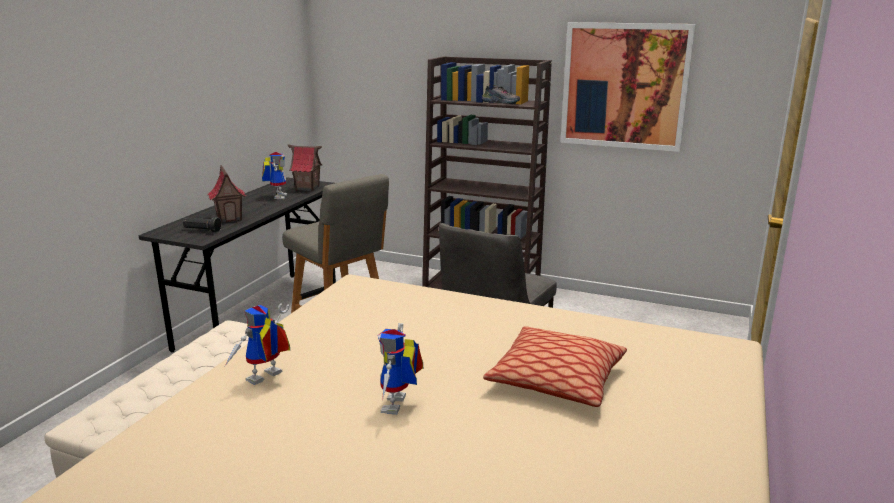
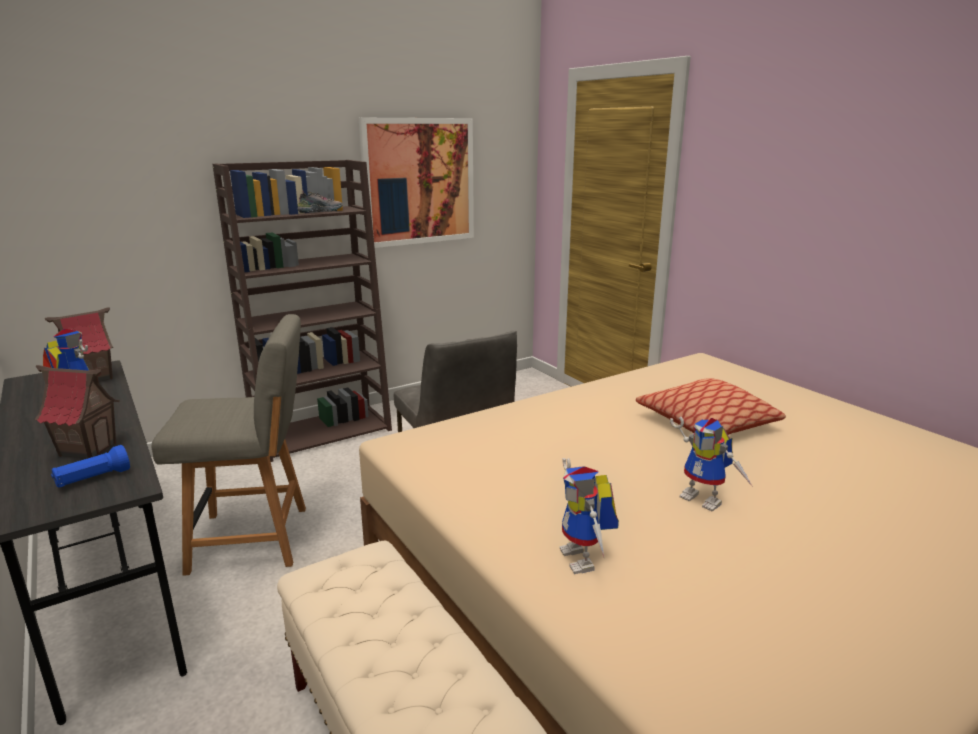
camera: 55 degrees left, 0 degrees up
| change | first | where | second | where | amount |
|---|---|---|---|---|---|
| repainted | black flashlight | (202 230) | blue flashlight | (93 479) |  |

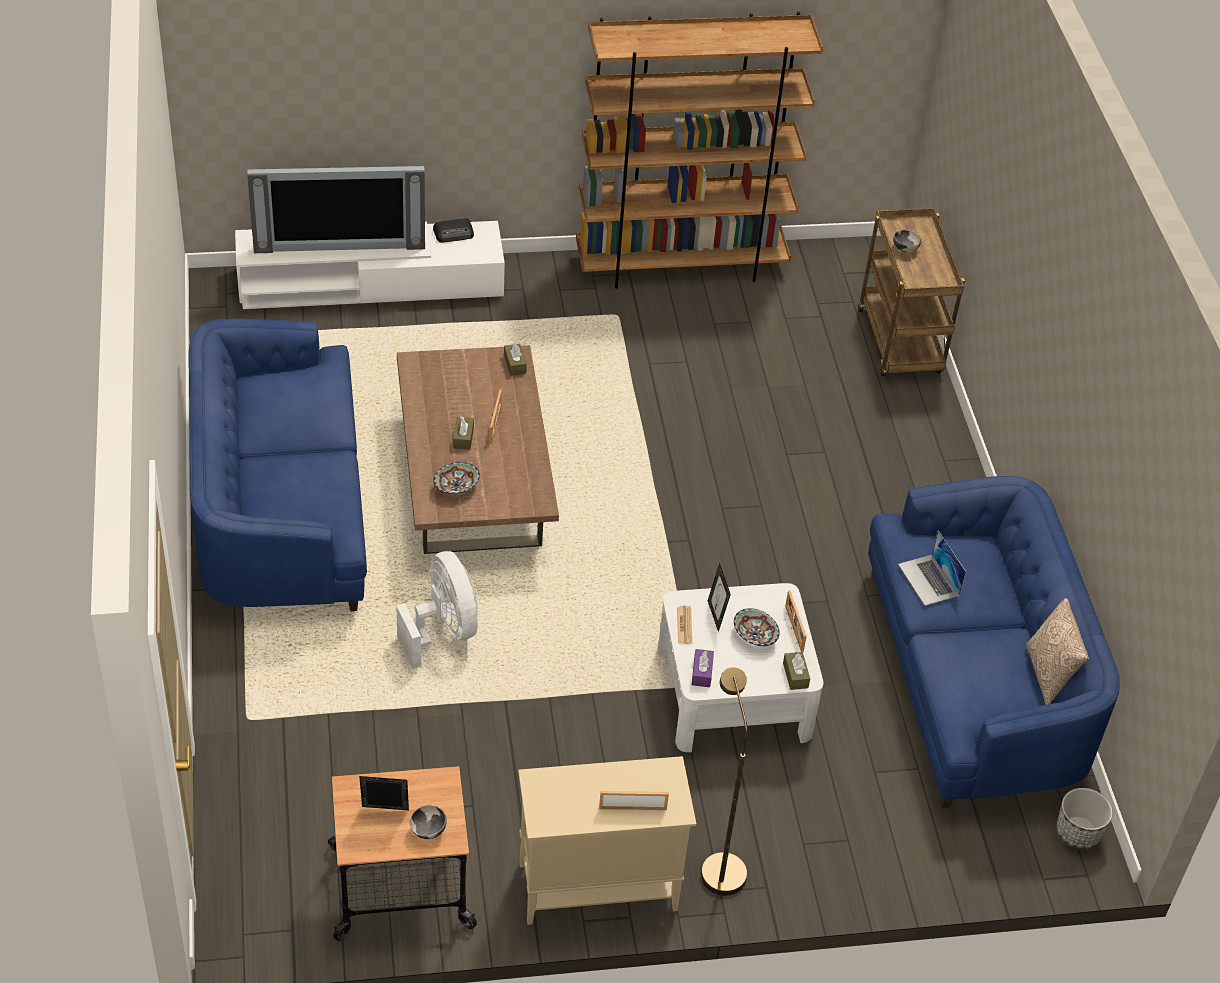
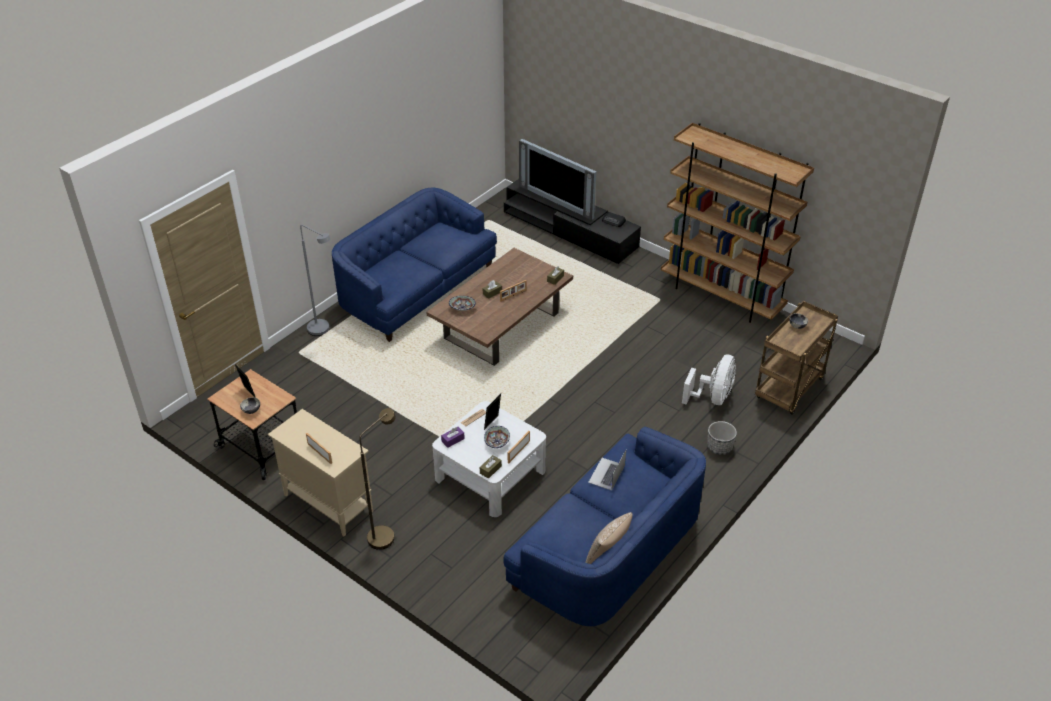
camera: 50 degrees right, 5 degrees down
| change | first | where | second | where | amount |
|---|---|---|---|---|---|
| repainted | white tv stand | (370 283) | black tv stand | (569 230) |  |
| shifted | white fan | (443 630) |  | (712 398) |  |
| shifted | planter | (1077 833) |  | (719 447) |  |
| new |  |  | grey floor lamp | (323 331) |  |

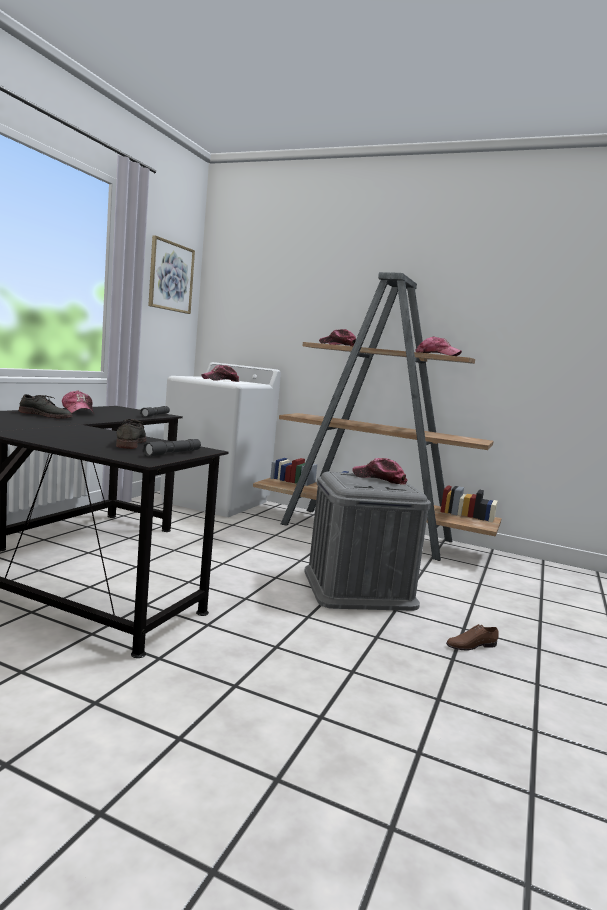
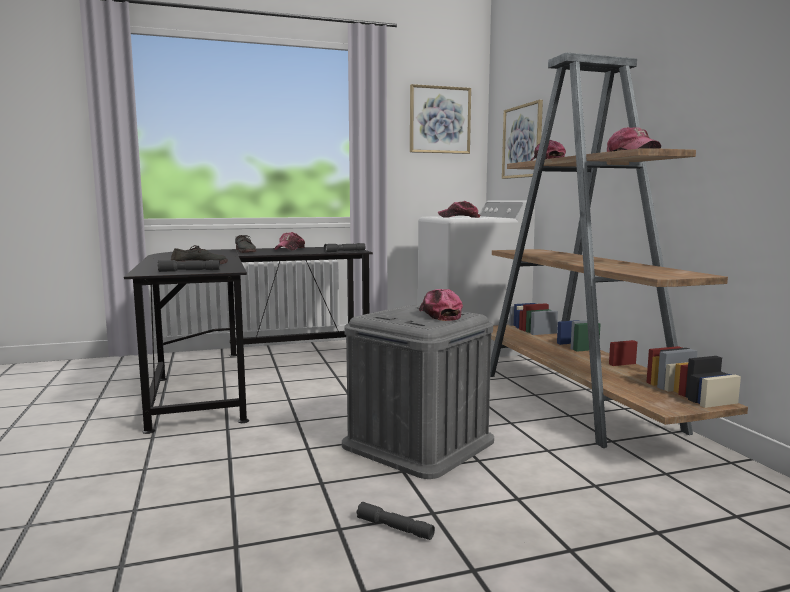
camera: 50 degrees right, 0 degrees up
| change | first | where | second | where | amount |
|---|---|---|---|---|---|
| swapped | brown shoe | (471 645) | grey flashlight | (395 528) |  |
| new |  |  | picture | (522 141) |  |

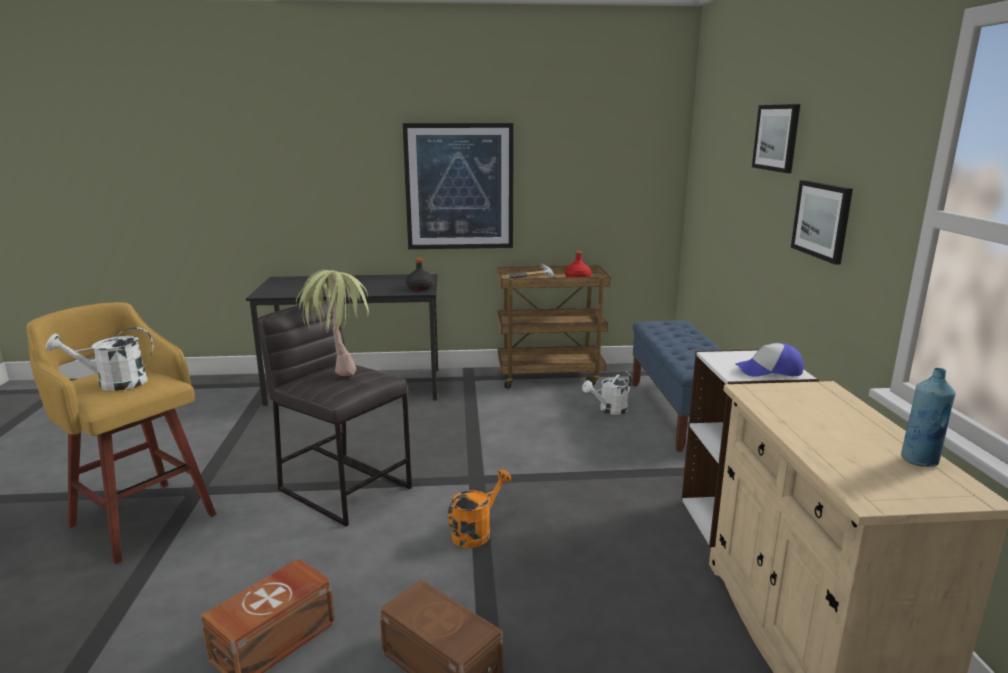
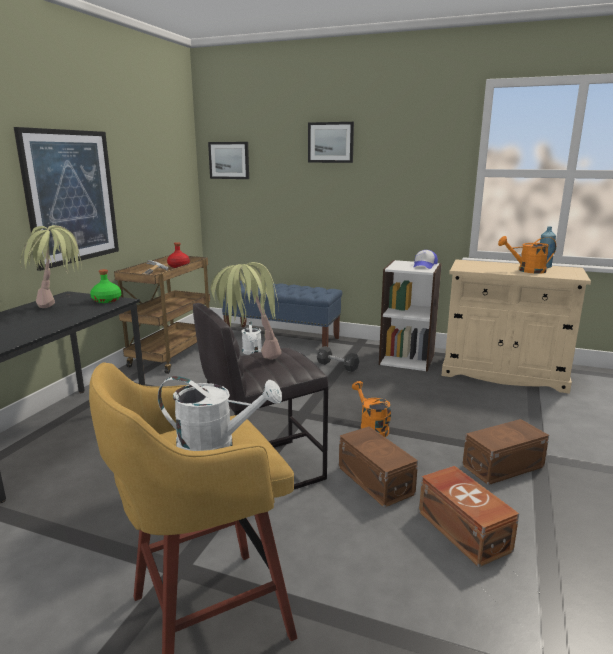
camera: 65 degrees left, 0 degrees up
| change | first | where | second | where | amount |
|---|---|---|---|---|---|
| rotated | white watering can | (113 384) |  | (216 446) | 90 degrees counterclockwise |
| repainted | black bottle | (419 288) | green bottle | (106 300) |  |
| shifted | picture | (822 220) |  | (229 160) |  |
| new |  |  | potted plant | (60 309) |  |
| new |  |  | black dumbbell | (337 366) |  |
| new |  |  | brown storage box | (375 479) |  |
| new |  |  | orange watering can | (526 270) |  |

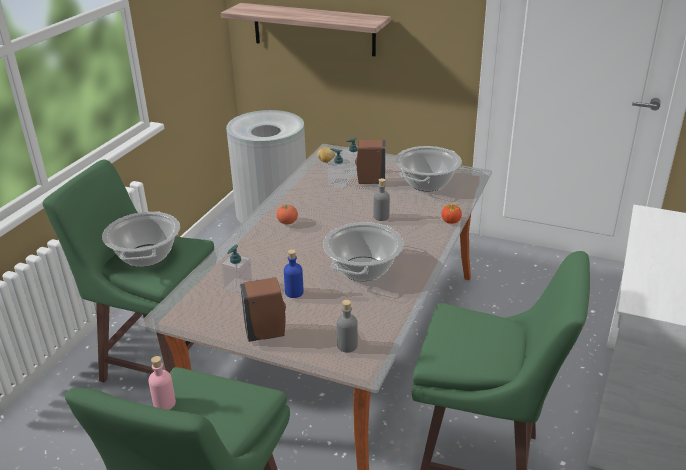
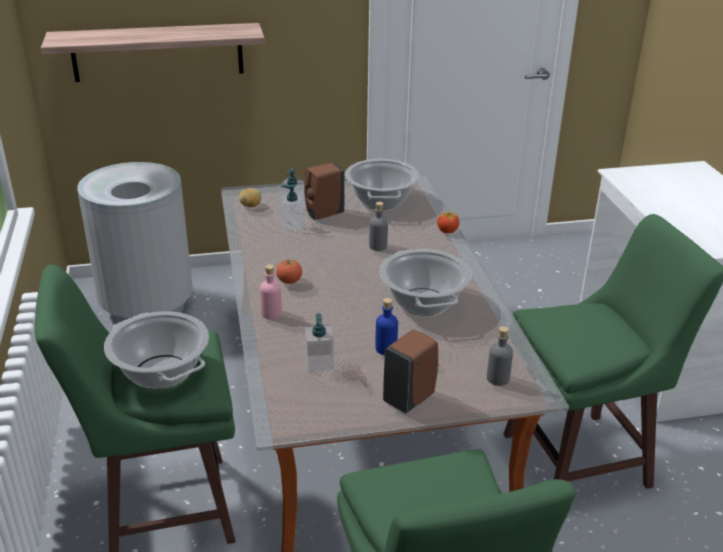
camera: 35 degrees left, 0 degrees up
| change | first | where | second | where | amount |
|---|---|---|---|---|---|
| shifted | pink bottle | (164 403) |  | (271 313) |  |

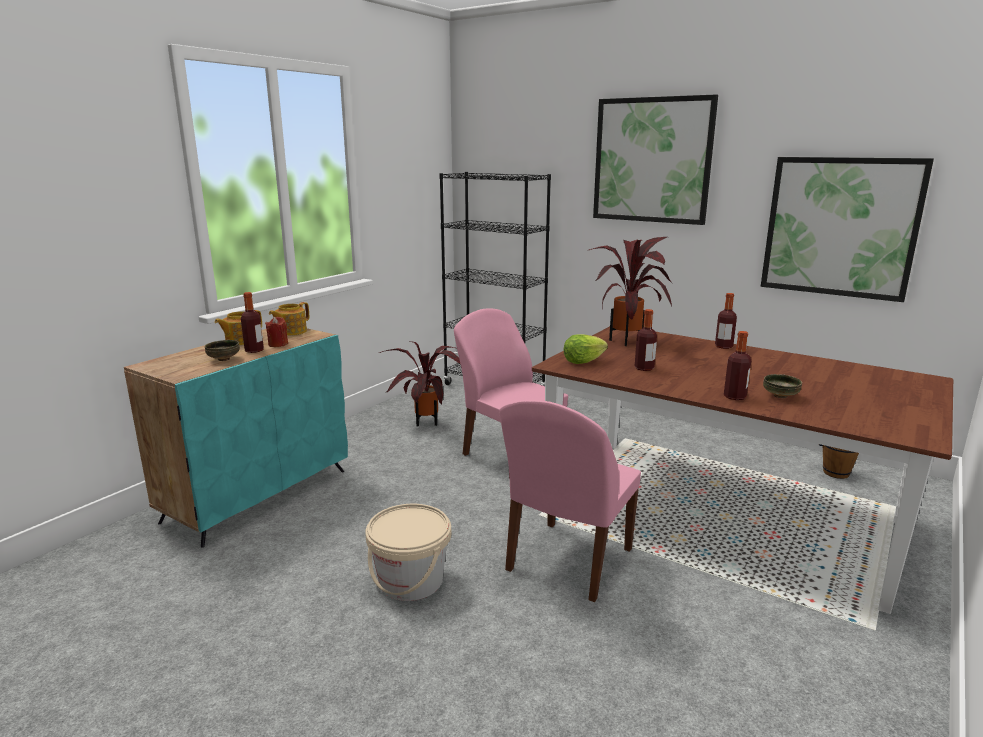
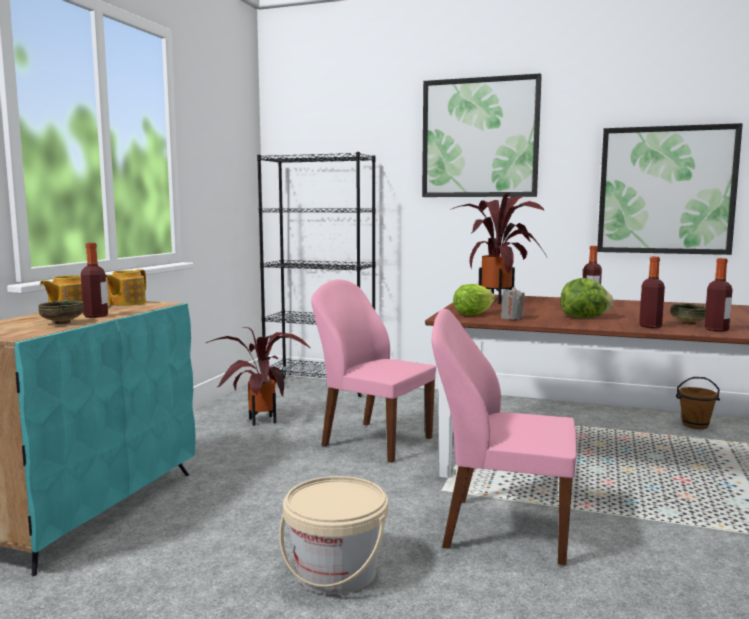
camera: 15 degrees left, 10 degrees down
| change | first | where | second | where | amount |
|---|---|---|---|---|---|
| gone | red candle | (278 344) |  |  |  |
| rotated | pink chair | (567 562) |  | (502 529) | 90 degrees clockwise |
| shifted | bottle | (644 368) |  | (716 329) |  |
| new |  |  | grey candle | (512 318) |  |
| new |  |  | lettuce | (585 317) |  |

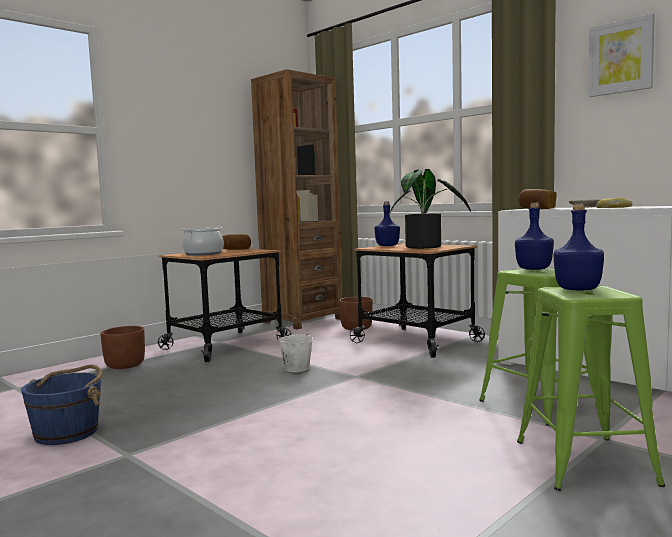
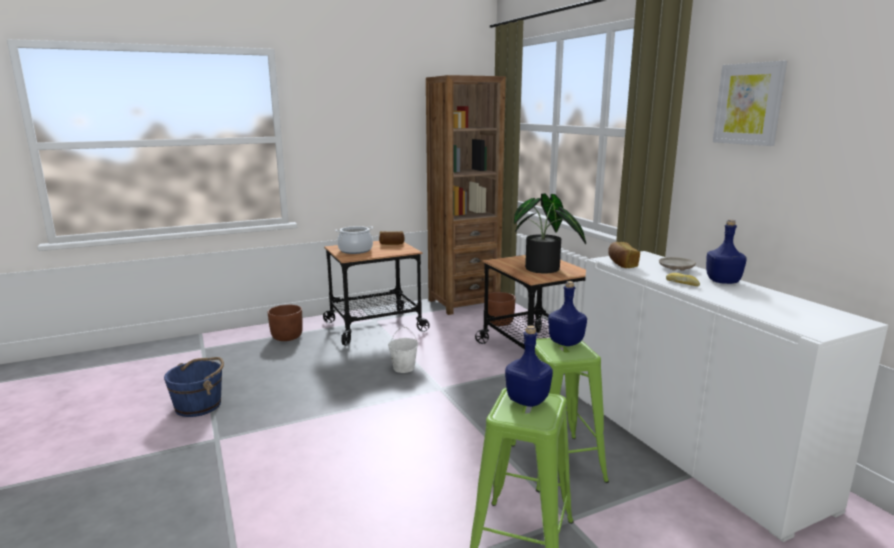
camera: 20 degrees right, 10 degrees up
| change | first | where | second | where | amount |
|---|---|---|---|---|---|
| shifted | blue bottle | (388 246) |  | (723 281) |  |

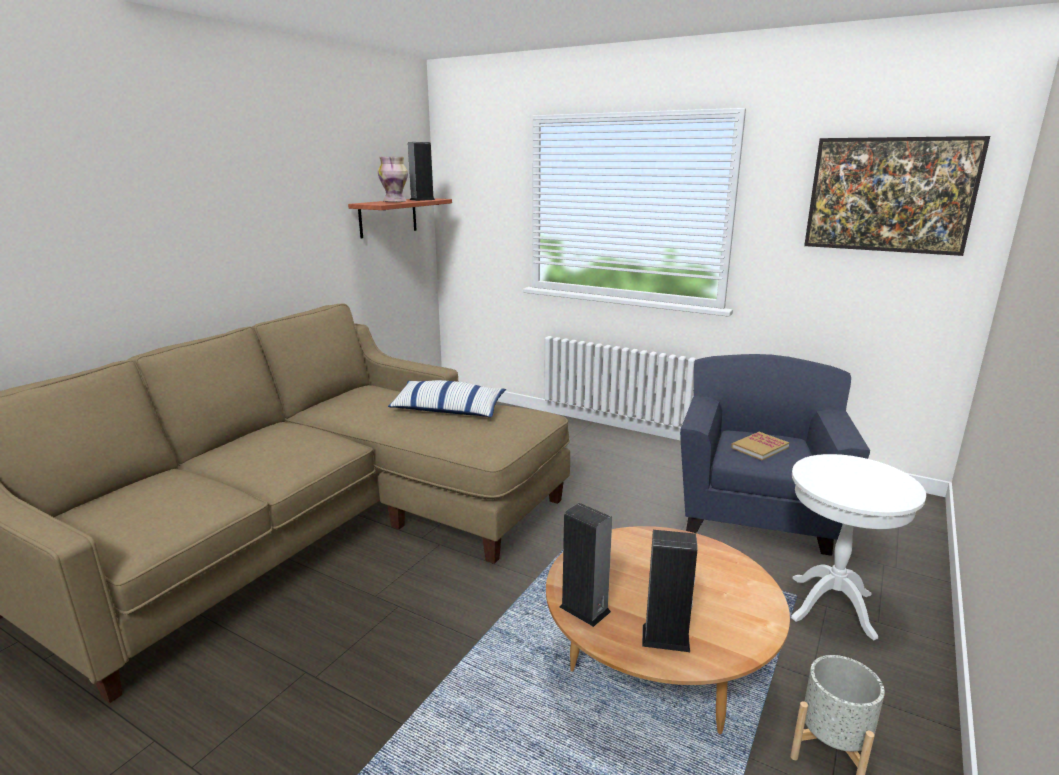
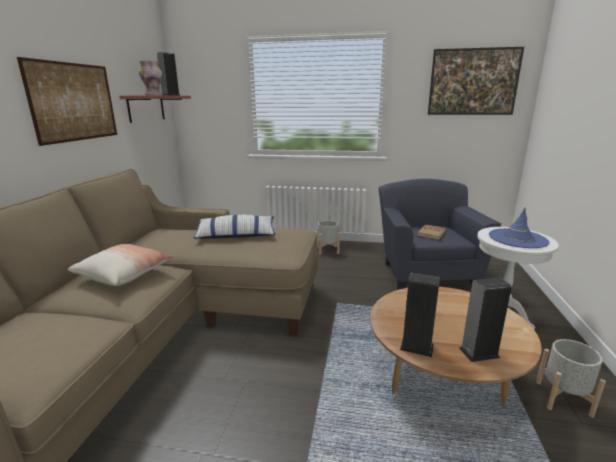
camera: 20 degrees left, 0 degrees up
| change | first | where | second | where | amount |
|---|---|---|---|---|---|
| new |  |  | picture | (74 102) |  |
| new |  |  | pillow | (125 274) |  |
| new |  |  | grey planter | (327 250) |  |
| new |  |  | blue hat | (517 238) |  |

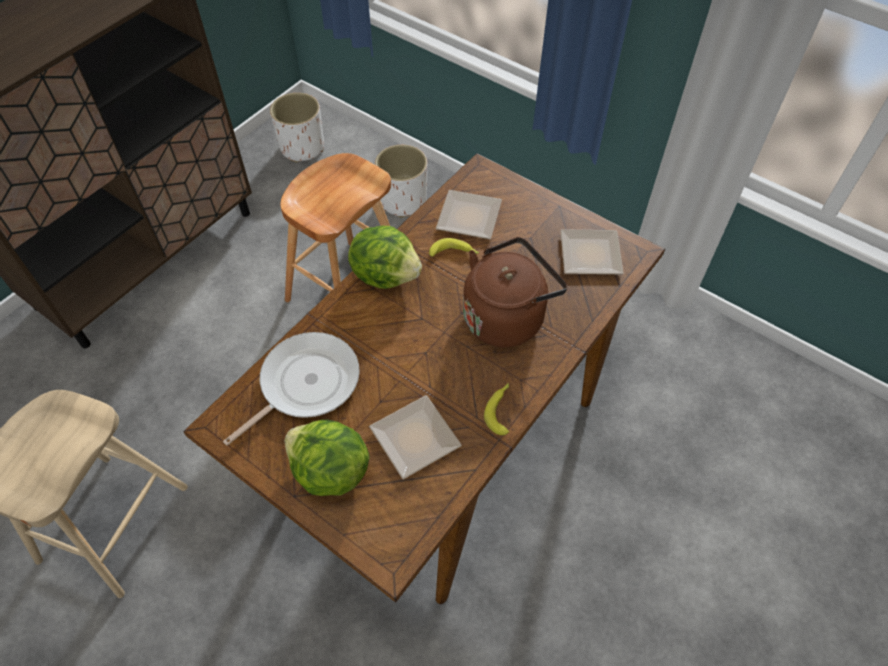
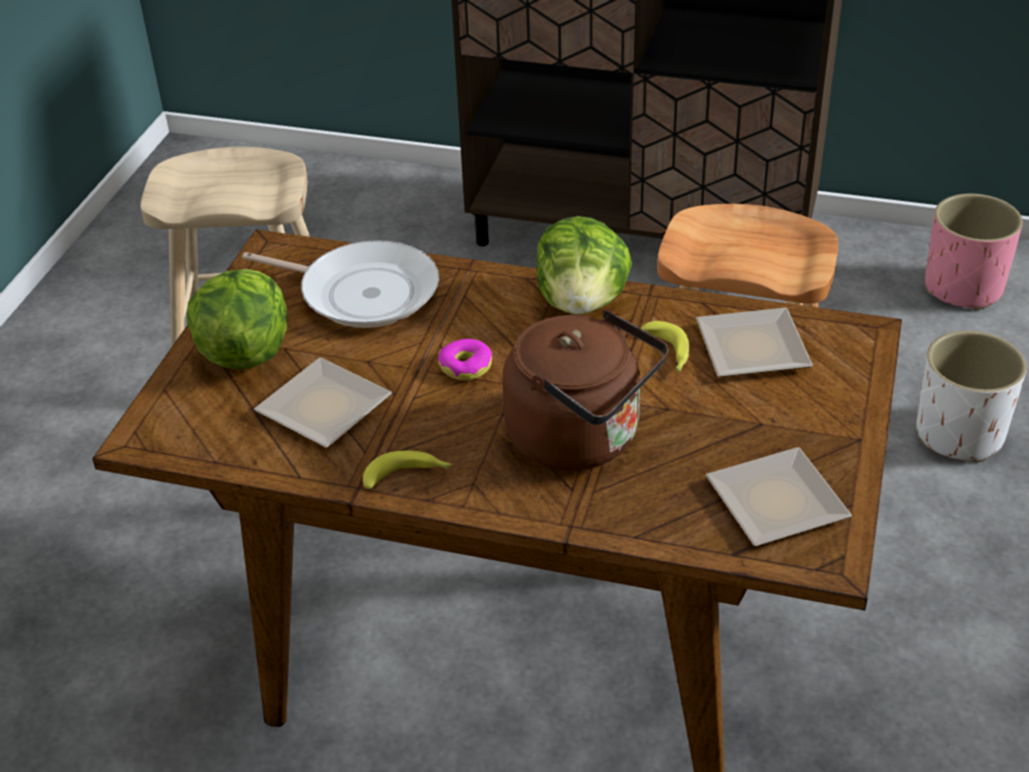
camera: 70 degrees right, 15 degrees down
| change | first | where | second | where | amount |
|---|---|---|---|---|---|
| repainted | white planter | (302 148) | pink planter | (963 288) |  |
| new |  |  | donut | (466 366) |  |

